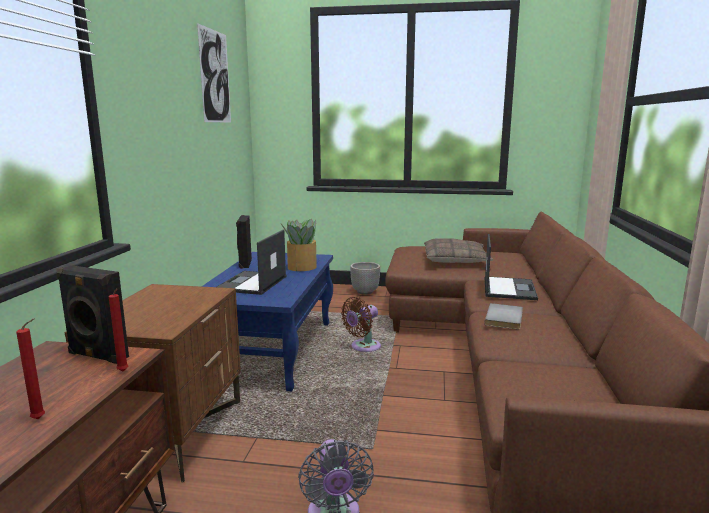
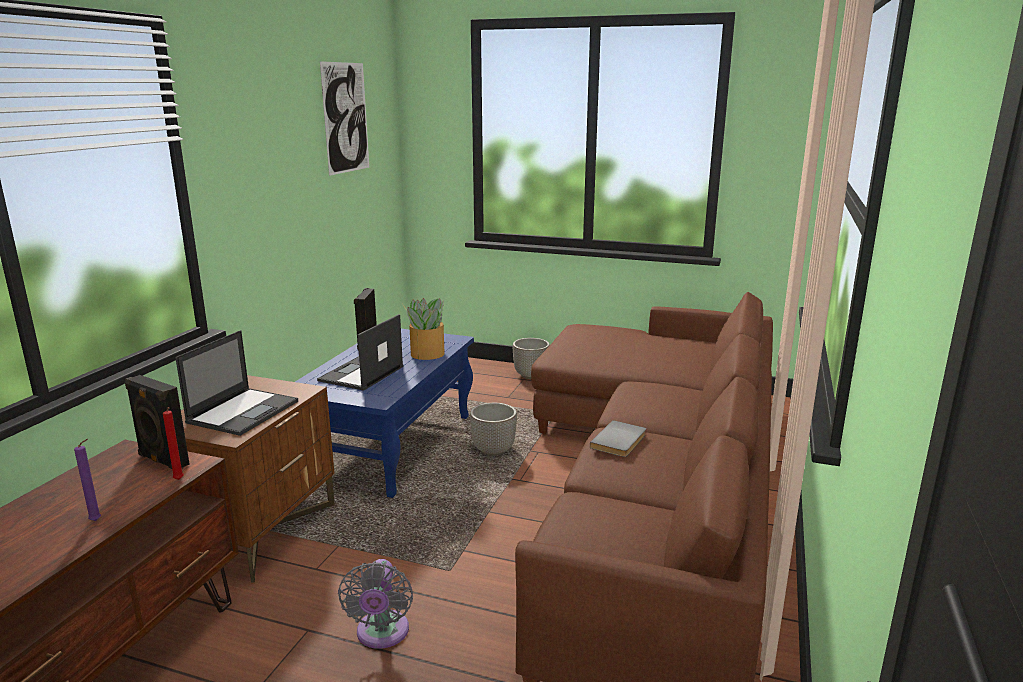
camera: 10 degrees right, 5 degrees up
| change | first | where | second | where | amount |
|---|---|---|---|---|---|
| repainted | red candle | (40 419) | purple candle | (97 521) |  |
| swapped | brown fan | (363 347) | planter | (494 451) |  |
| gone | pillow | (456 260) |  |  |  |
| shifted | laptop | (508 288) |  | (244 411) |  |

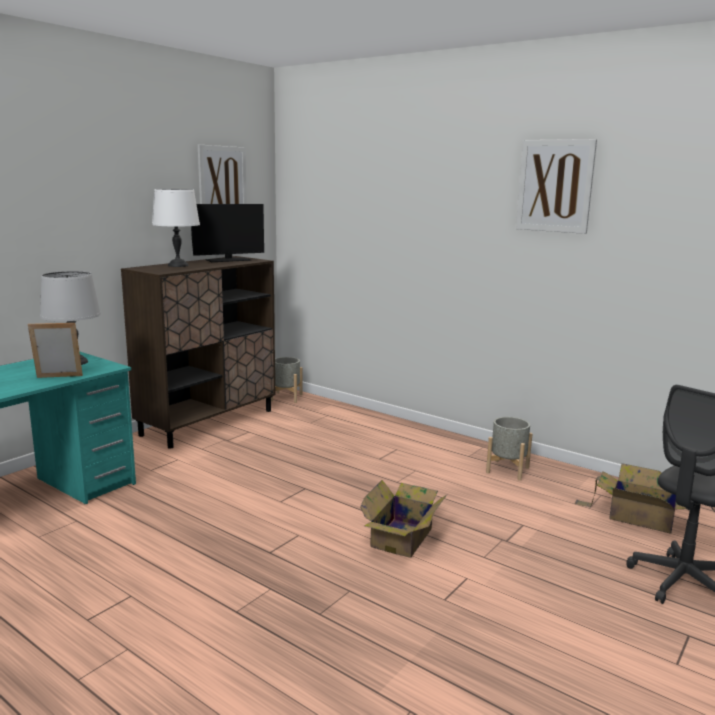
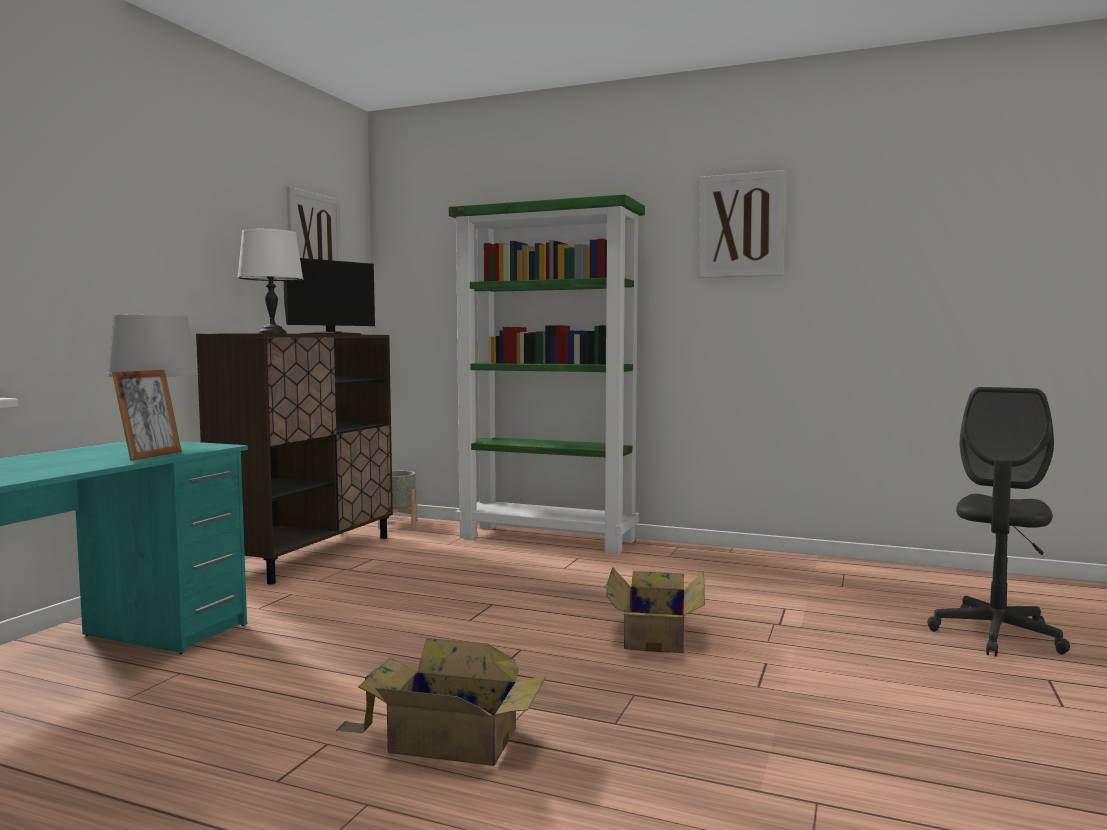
camera: 15 degrees left, 10 degrees down
| change | first | where | second | where | amount |
|---|---|---|---|---|---|
| rotated | picture frame | (58 378) |  | (150 456) | 135 degrees clockwise |
| gone | grey planter | (507 470) |  |  |  |
| shifted | cardboard box | (638 516) |  | (448 739) |  |
| new |  |  | green bookcase | (548 539) |  |

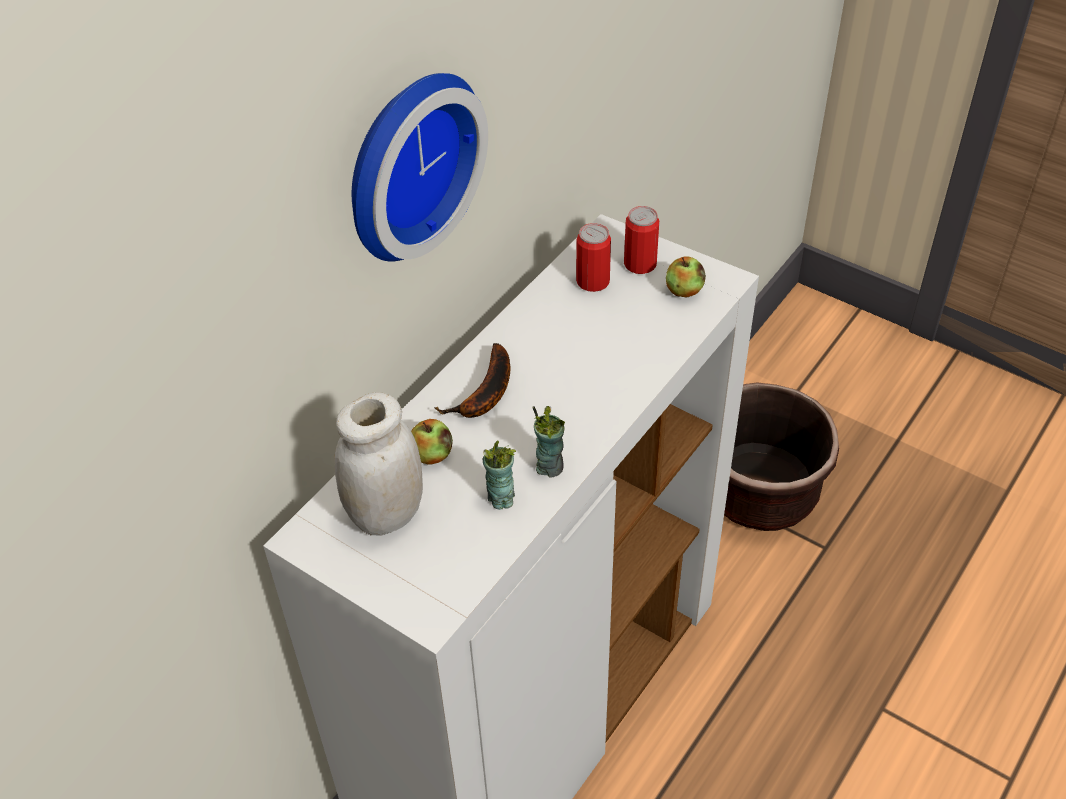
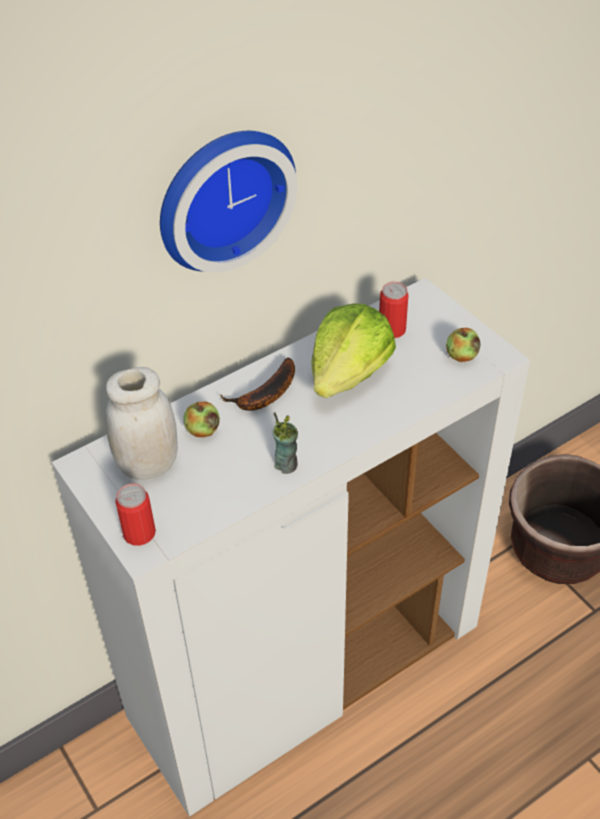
camera: 20 degrees right, 0 degrees up
| change | first | where | second | where | amount |
|---|---|---|---|---|---|
| gone | cup | (500 498) |  |  |  |
| shifted | can | (640 264) |  | (139 533) |  |
| new |  |  | lettuce | (349 373) |  |

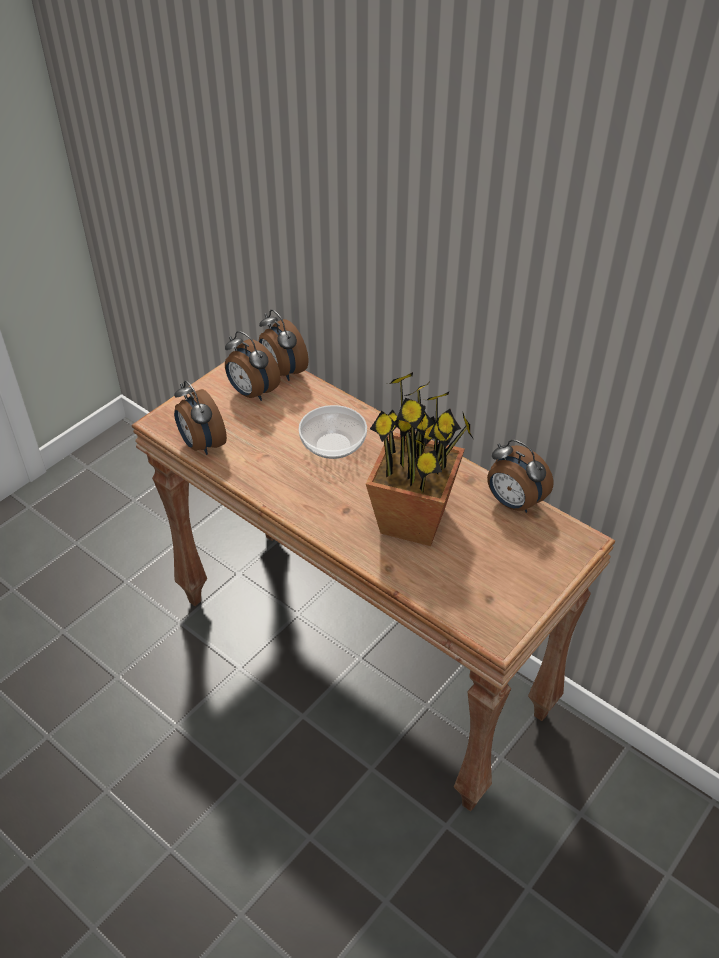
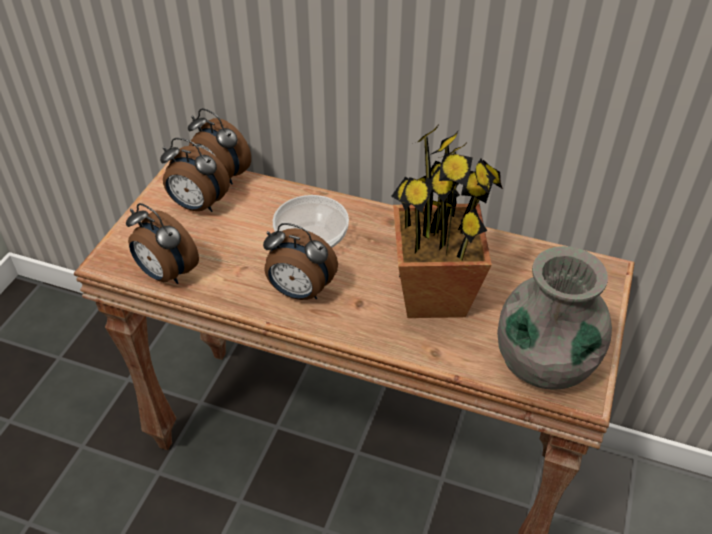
camera: 20 degrees left, 0 degrees up
| change | first | where | second | where | amount |
|---|---|---|---|---|---|
| shifted | alarm clock | (513 503) |  | (299 292) |  |
| new |  |  | grey vase | (543 363) |  |

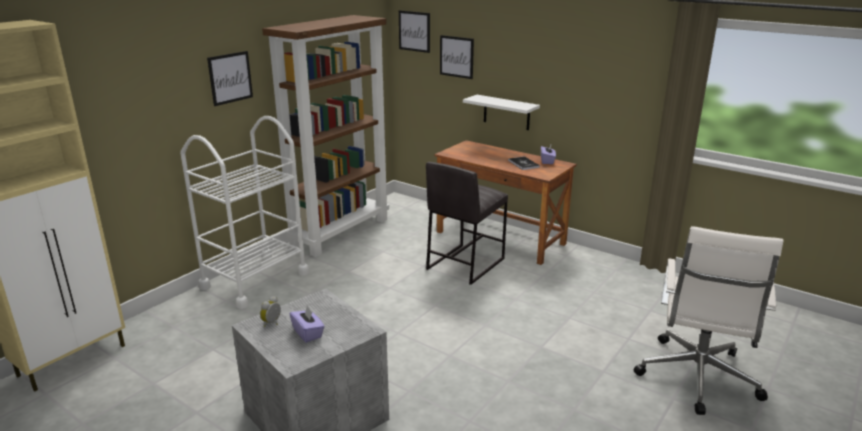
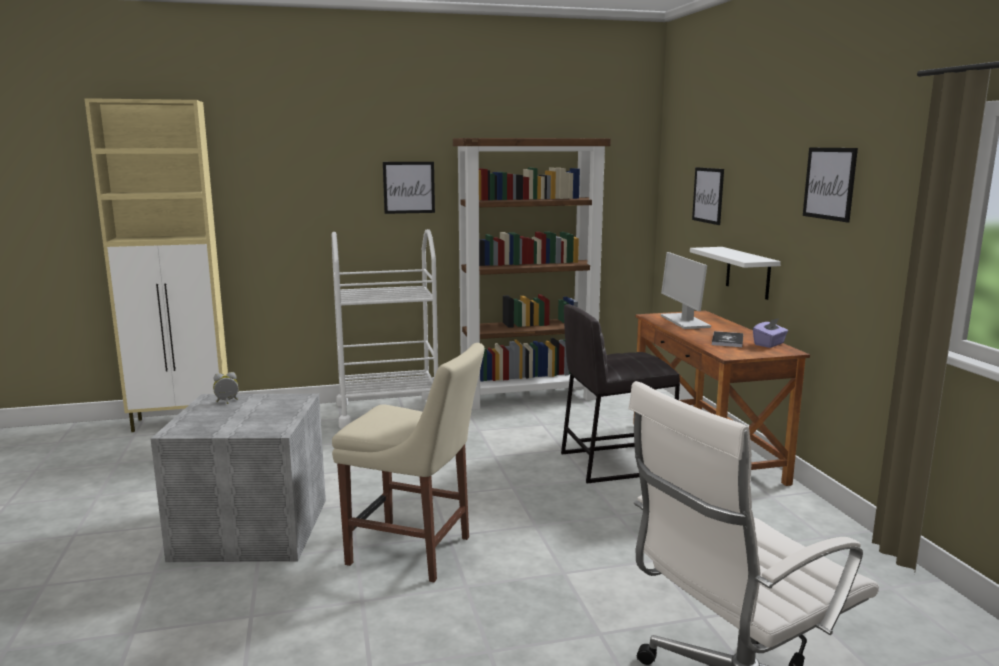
camera: 40 degrees right, 10 degrees down
| change | first | where | second | where | amount |
|---|---|---|---|---|---|
| gone | purple tissue box | (308 333) |  |  |  |
| shifted | picture | (414 31) |  | (829 183) |  |
| new |  |  | beige chair | (415 552) |  |
| new |  |  | monitor | (684 321) |  |

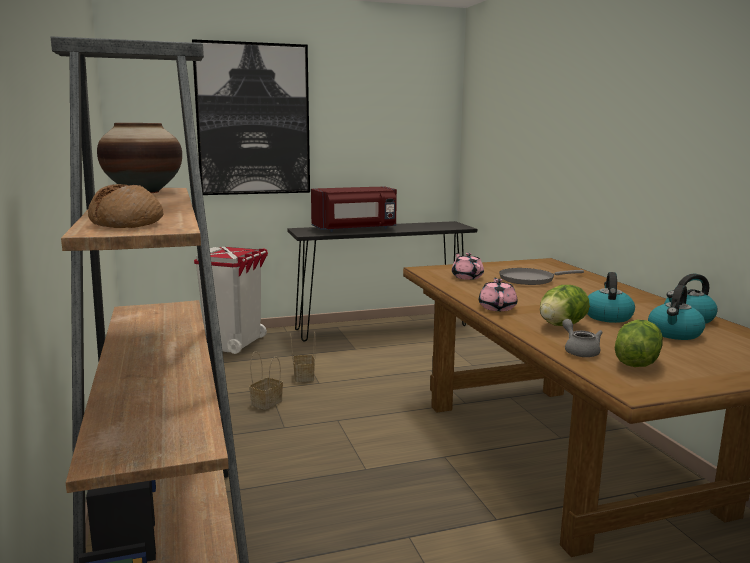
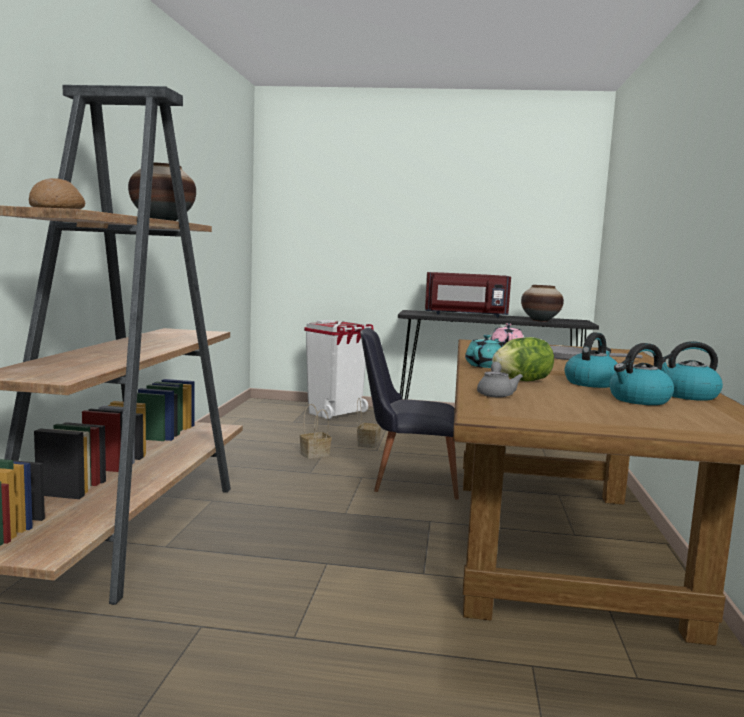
camera: 25 degrees right, 5 degrees down
| change | first | where | second | where | amount |
|---|---|---|---|---|---|
| gone | picture | (253 120) |  |  |  |
| repainted | pink teapot | (497 307) | turquoise teapot | (485 365) |  |
| gone | lettuce | (636 362) |  |  |  |
| new |  |  | black chair | (406 481) |  |
| new |  |  | vase | (540 320) |  |

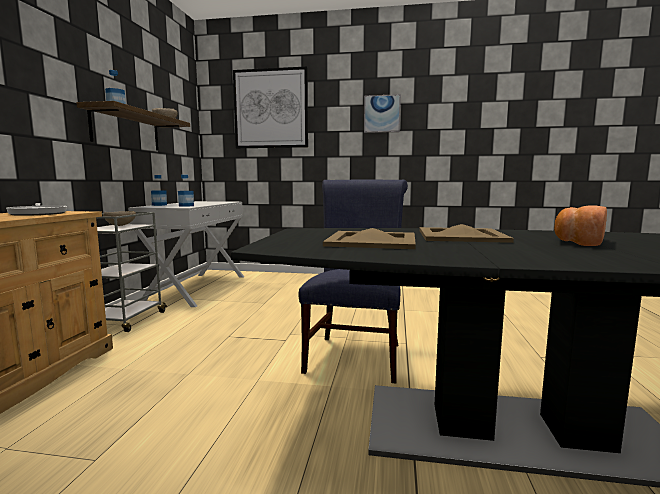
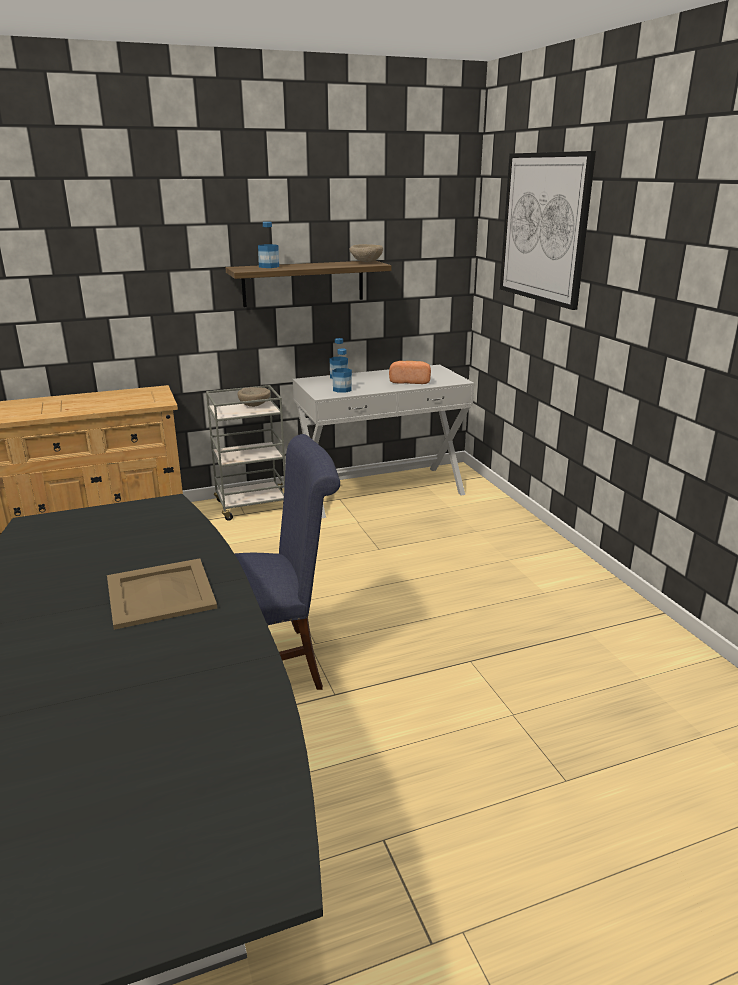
camera: 60 degrees right, 15 degrees up
| change | first | where | second | where | amount |
|---|---|---|---|---|---|
| gone | frying pan | (38 213) |  |  |  |
| gone | beige tray | (373 241) |  |  |  |
| gone | picture | (382 114) |  |  |  |
| shifted | bread | (578 242) |  | (410 381) |  |

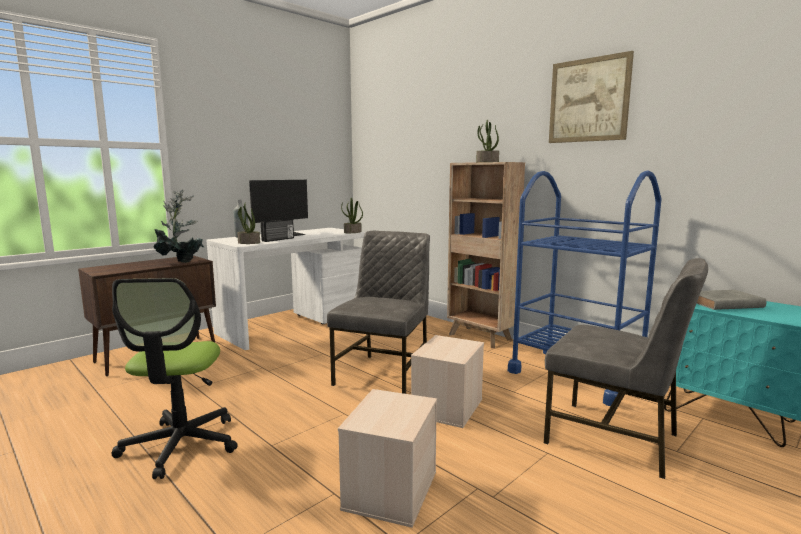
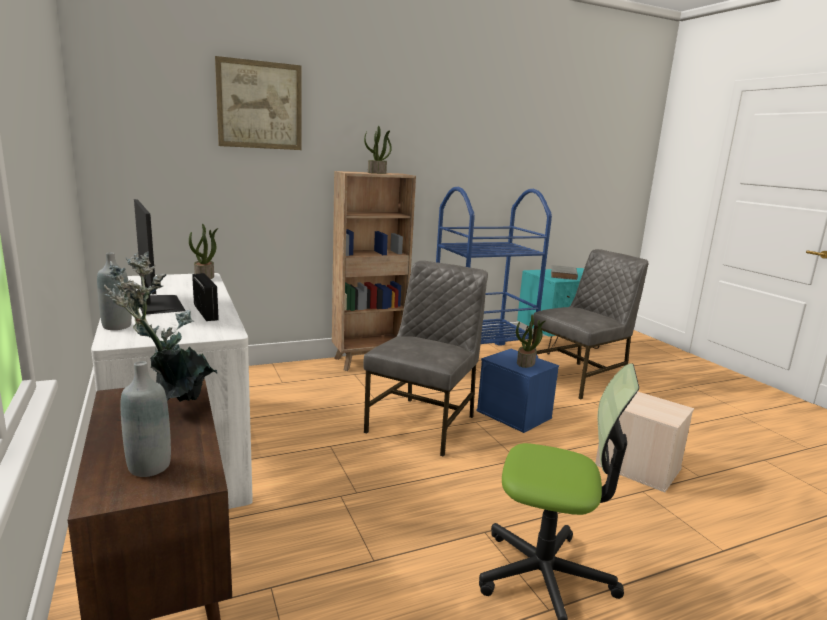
camera: 70 degrees left, 5 degrees up
| change | first | where | second | where | amount |
|---|---|---|---|---|---|
| shifted | potted plant | (248 243) |  | (526 363) |  |
| rotated | grey chair | (384 374) |  | (424 424) | 75 degrees clockwise |
| repainted | beige storage box | (448 408) | blue storage box | (515 414) |  |
| shifted | picture | (588 100) |  | (260 105) |  |
| new |  |  | grey bottle | (149 467) |  |

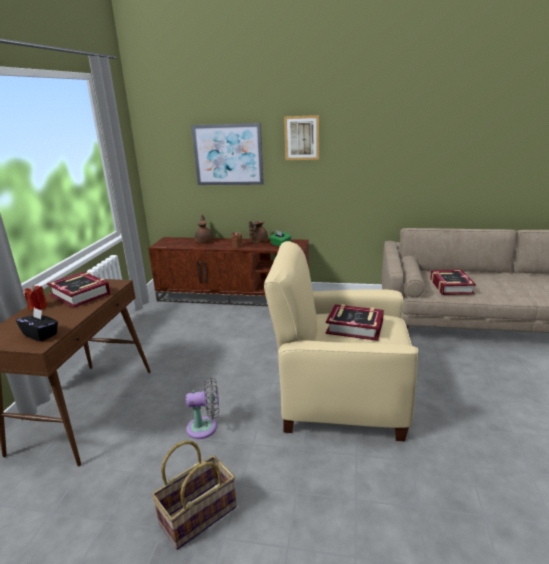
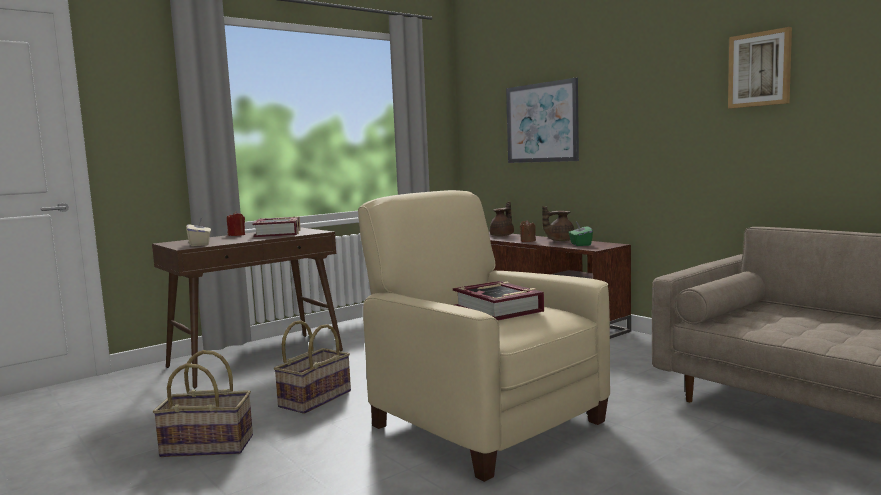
camera: 40 degrees right, 15 degrees down
| change | first | where | second | where | amount |
|---|---|---|---|---|---|
| repainted | black tissue box | (41 335) | beige tissue box | (200 244) |  |
| swapped | grey fan | (205 427) | basket | (314 398) |  |
| shifted | picture | (302 138) |  | (759 69) |  |
| gone | book | (450 286) |  |  |  |

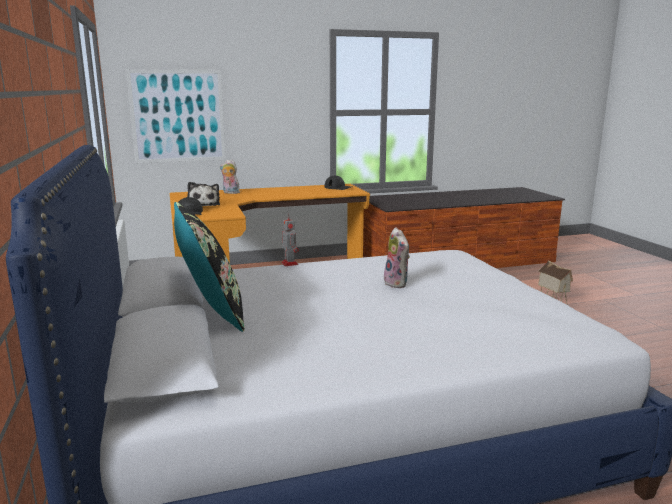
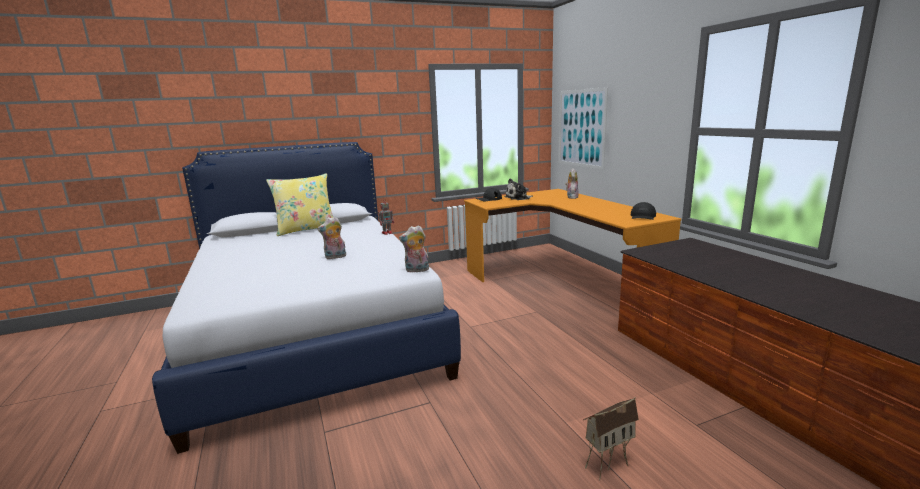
camera: 85 degrees right, 0 degrees up
| change | first | where | second | where | amount |
|---|---|---|---|---|---|
| repainted | black pillow | (210 312) | yellow pillow | (306 229) |  |
| new |  |  | plush toy | (416 270) |  |

